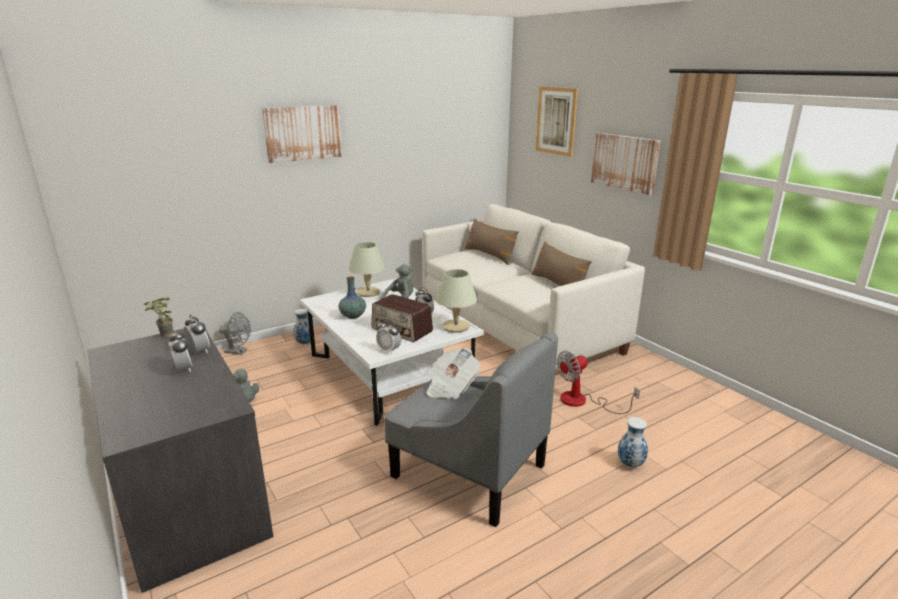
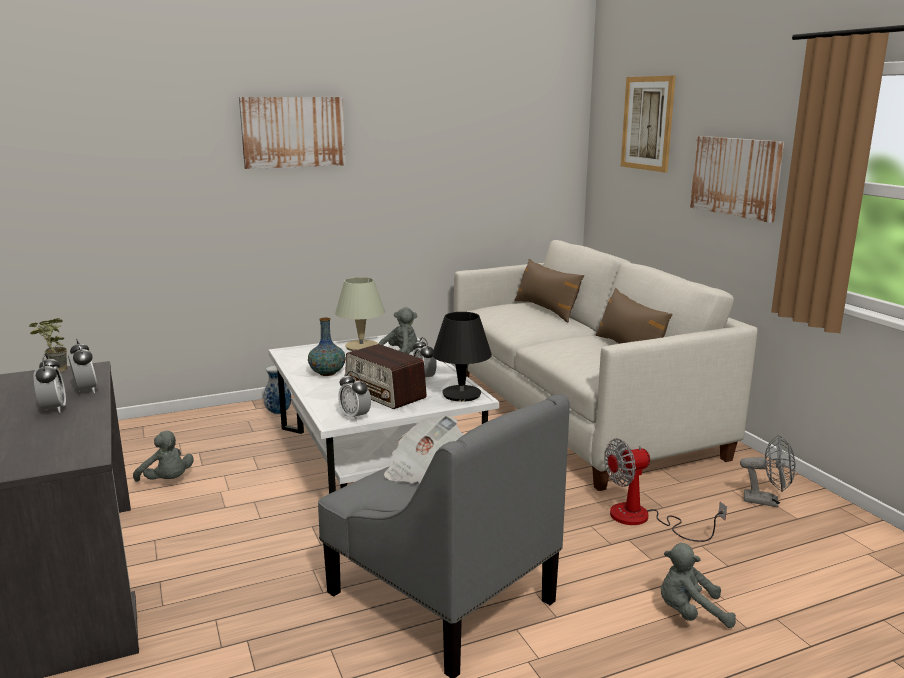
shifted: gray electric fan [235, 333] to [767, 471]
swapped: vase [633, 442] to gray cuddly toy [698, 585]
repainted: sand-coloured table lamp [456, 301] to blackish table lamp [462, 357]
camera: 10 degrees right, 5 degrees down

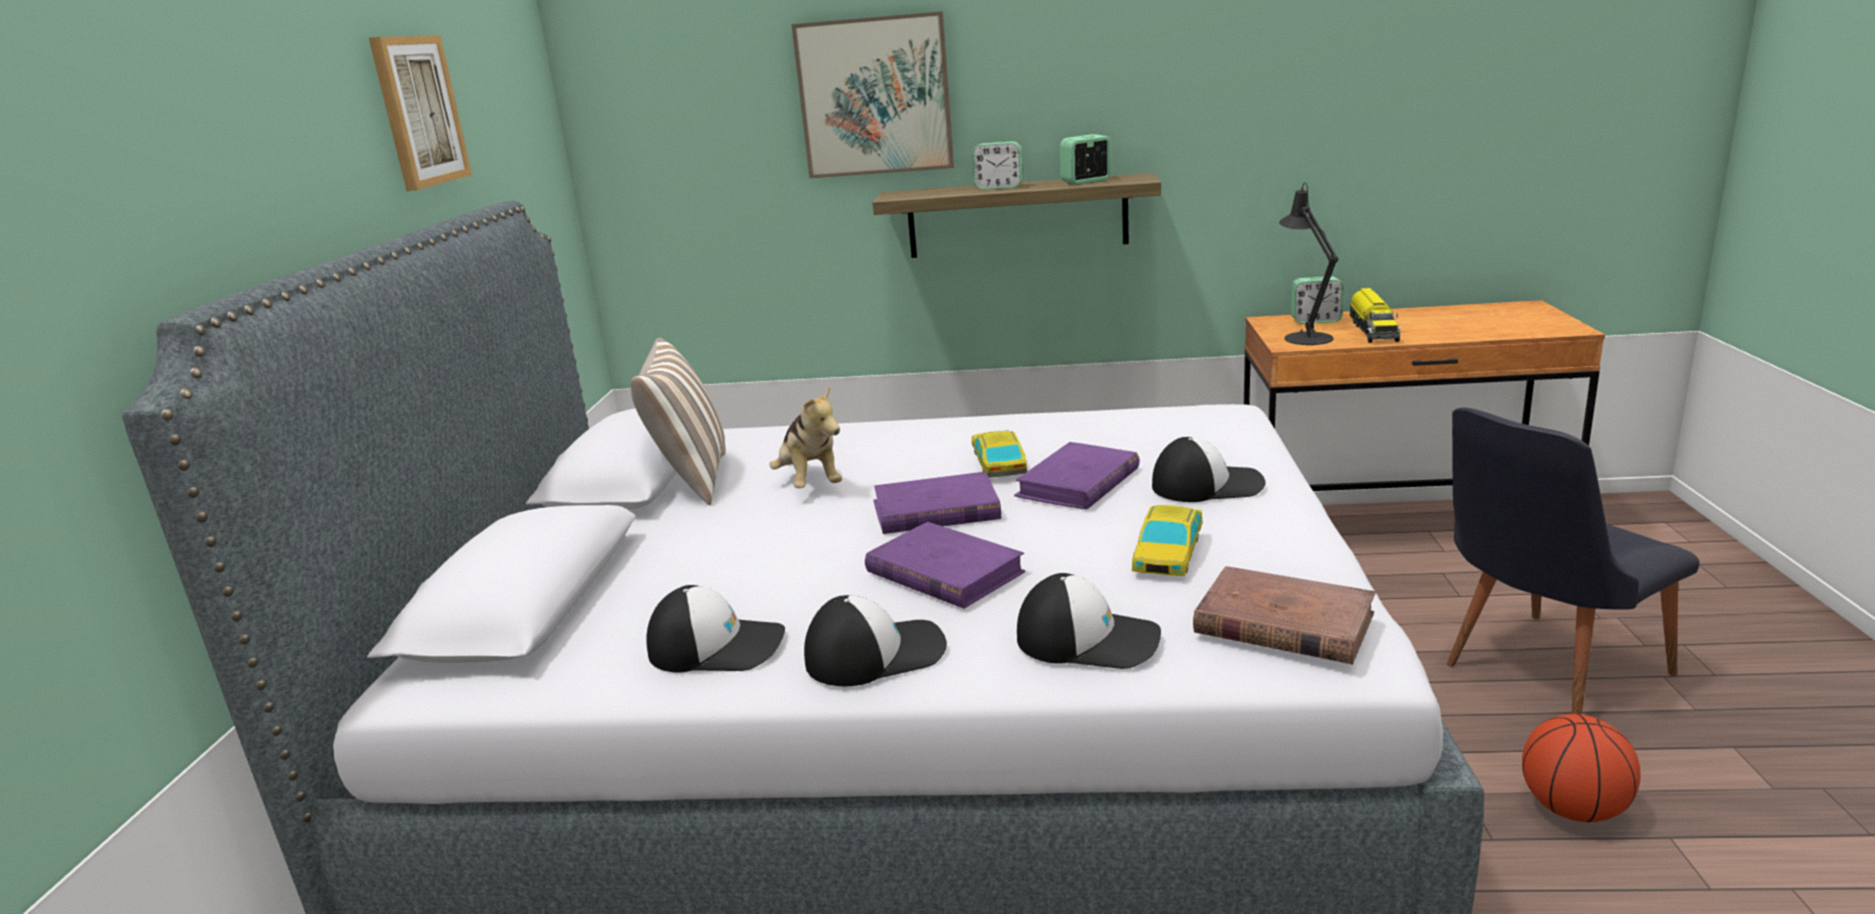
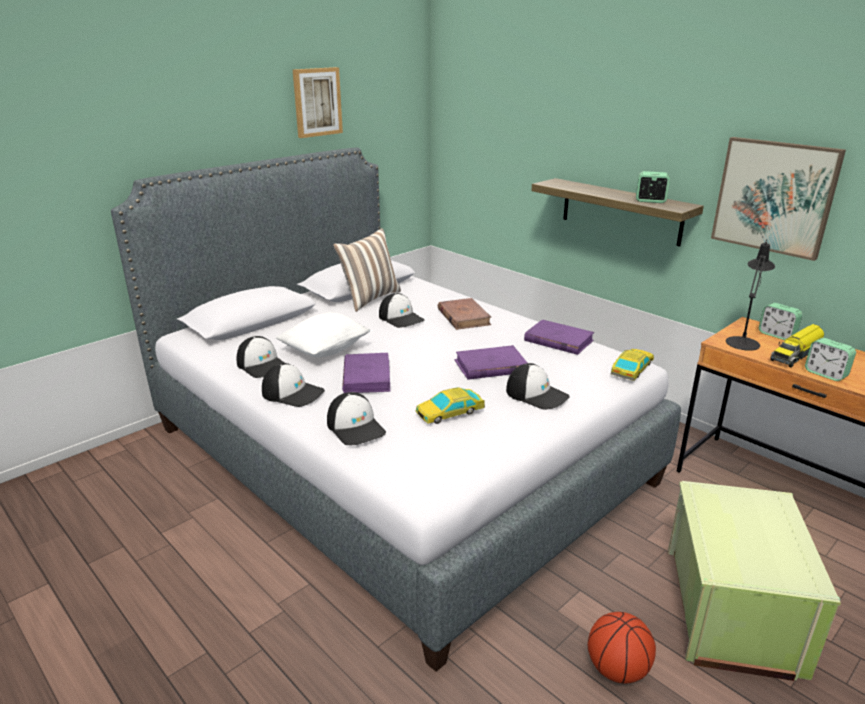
new: white cushion [323, 334]
shifted: picture [872, 94] to [778, 199]; purple bound book [937, 503] to [559, 337]; table clock [997, 165] to [830, 359]; miniature car [999, 454] to [632, 365]; brown bound book [1284, 615] to [465, 314]
swapped: cuddly toy [806, 437] to cap [402, 310]; blackish upright chair [1573, 561] to green-coloured storage container [754, 581]
camera: 40 degrees right, 5 degrees up

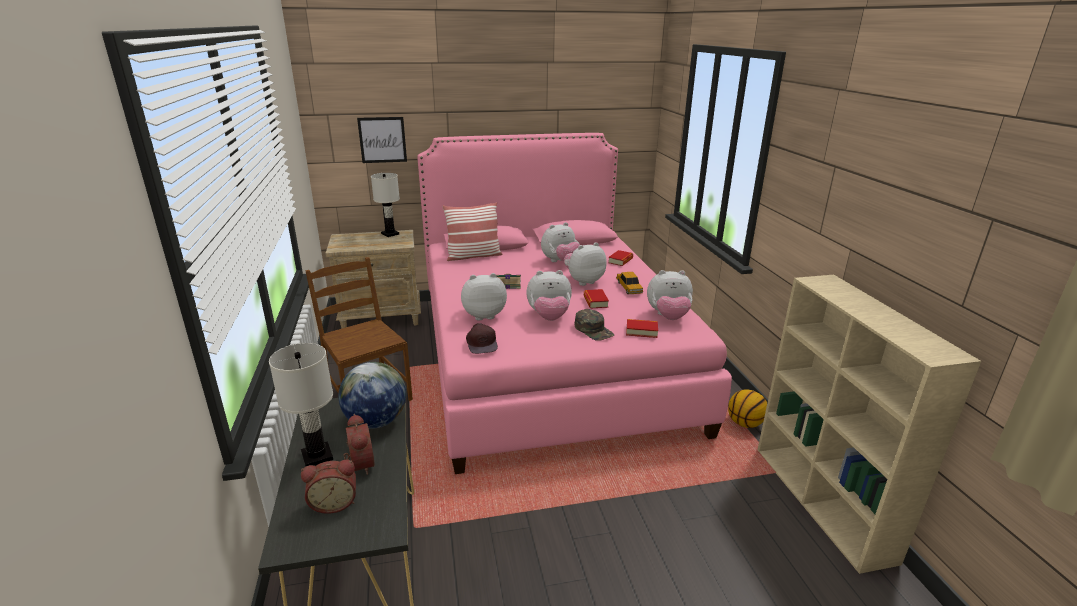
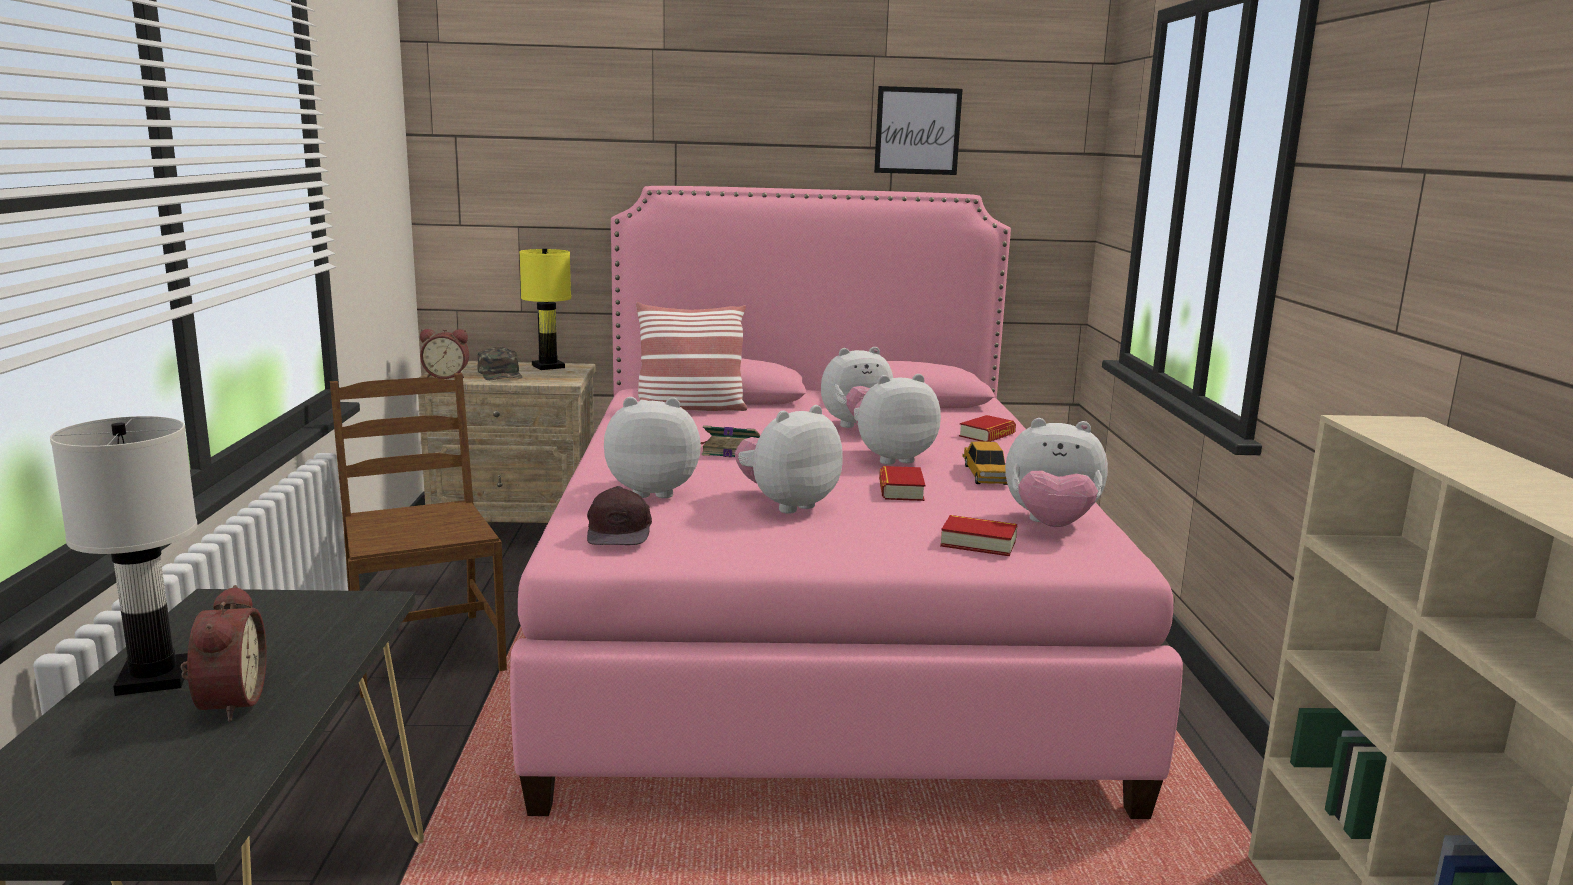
gone: world globe [372, 395]; basketball [747, 409]
shifted: table clock [328, 487] to [444, 354]; picture [382, 140] to [918, 130]; green-coloured cap [594, 325] to [500, 363]
repainted: white table lamp [385, 205] to yellow table lamp [545, 309]
rotated: cuddly toy [549, 295] = [789, 459] 135 degrees clockwise
camera: 10 degrees right, 10 degrees down

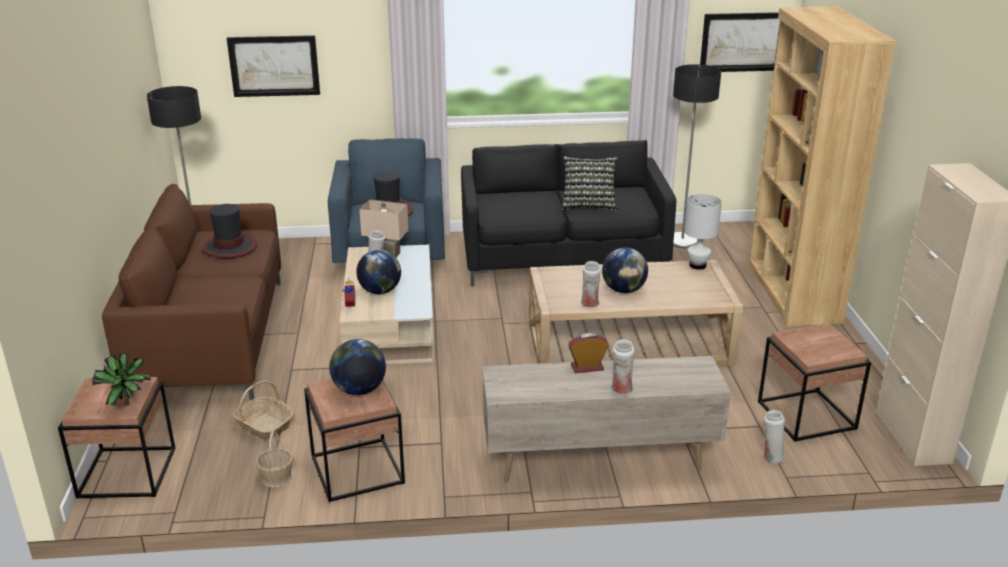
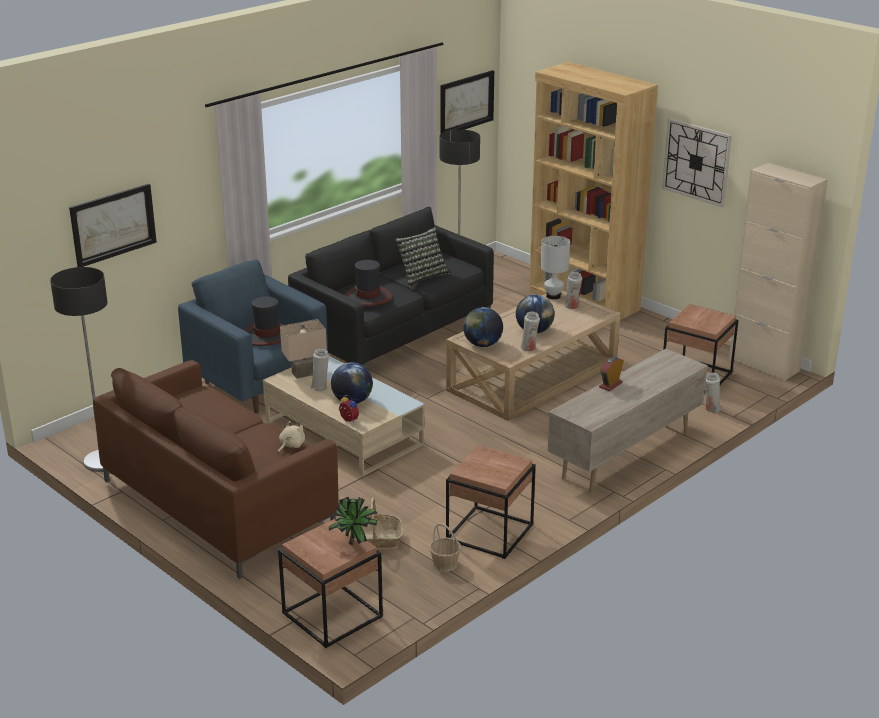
new: sand-coloured cuddly toy [291, 437]; hanging clock [697, 162]
shifted: hat [229, 231] to [368, 283]; world globe [357, 367] to [483, 327]; white vase [623, 366] to [573, 290]
camera: 40 degrees left, 0 degrees up

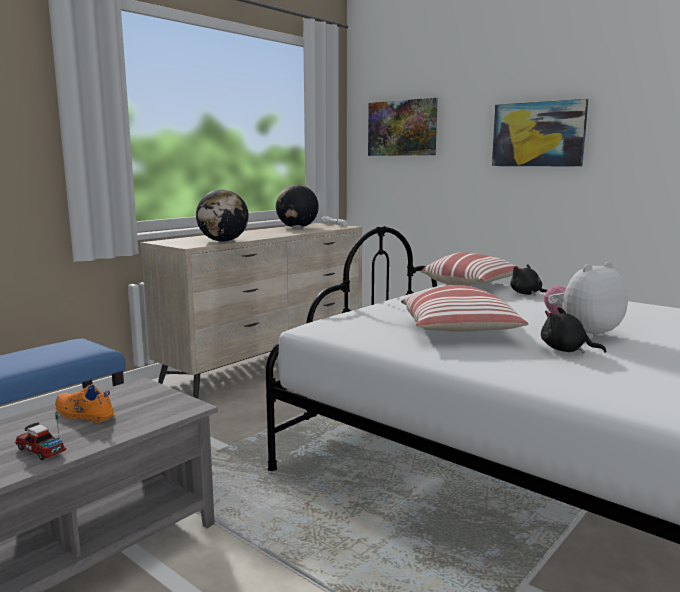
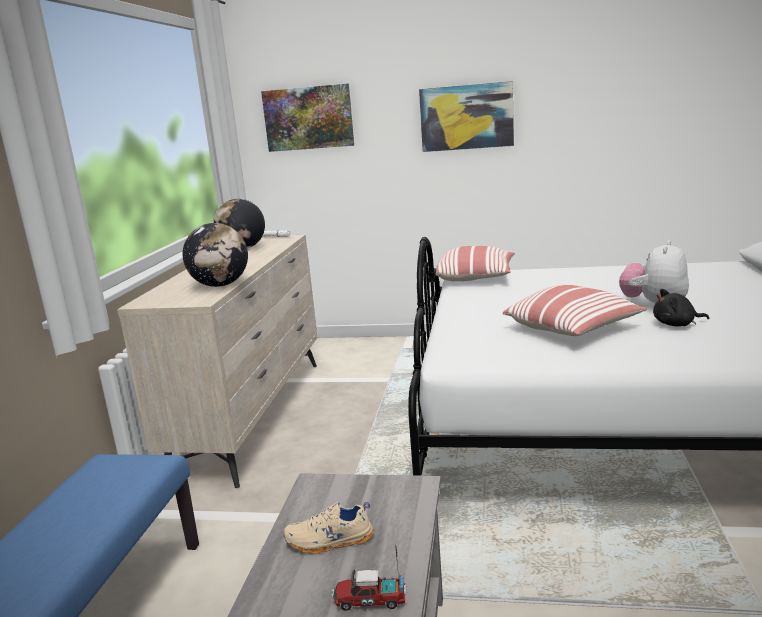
gone: blackish cuddly toy [528, 280]
repainted: orange low shoe [85, 403] to sand-coloured low shoe [328, 528]
camera: 30 degrees left, 5 degrees up

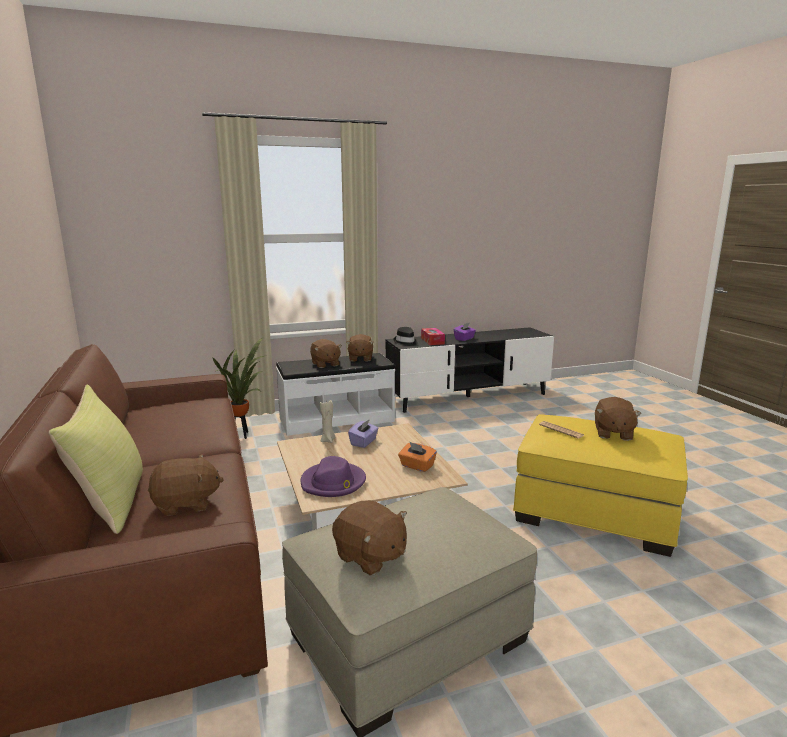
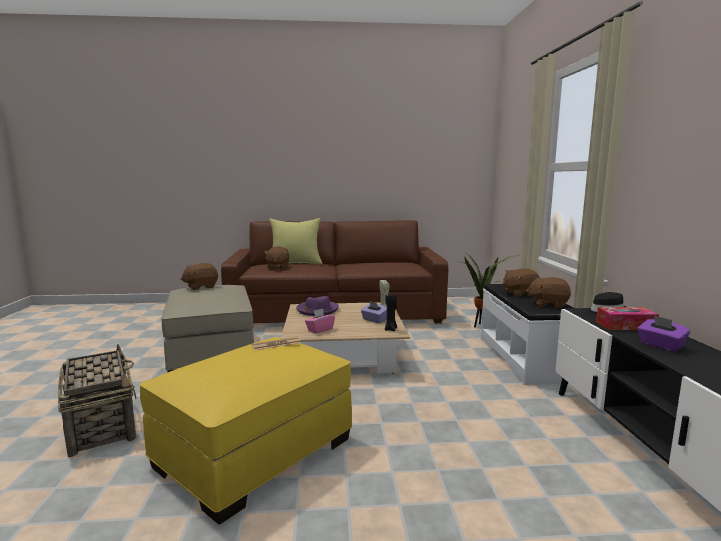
gone: brown cuddly toy [618, 419]
new: basket [97, 400]; blackish wax candle [391, 312]
repainted: orange tissue box [417, 457] to pink-coloured tissue box [320, 321]
camera: 105 degrees right, 5 degrees down

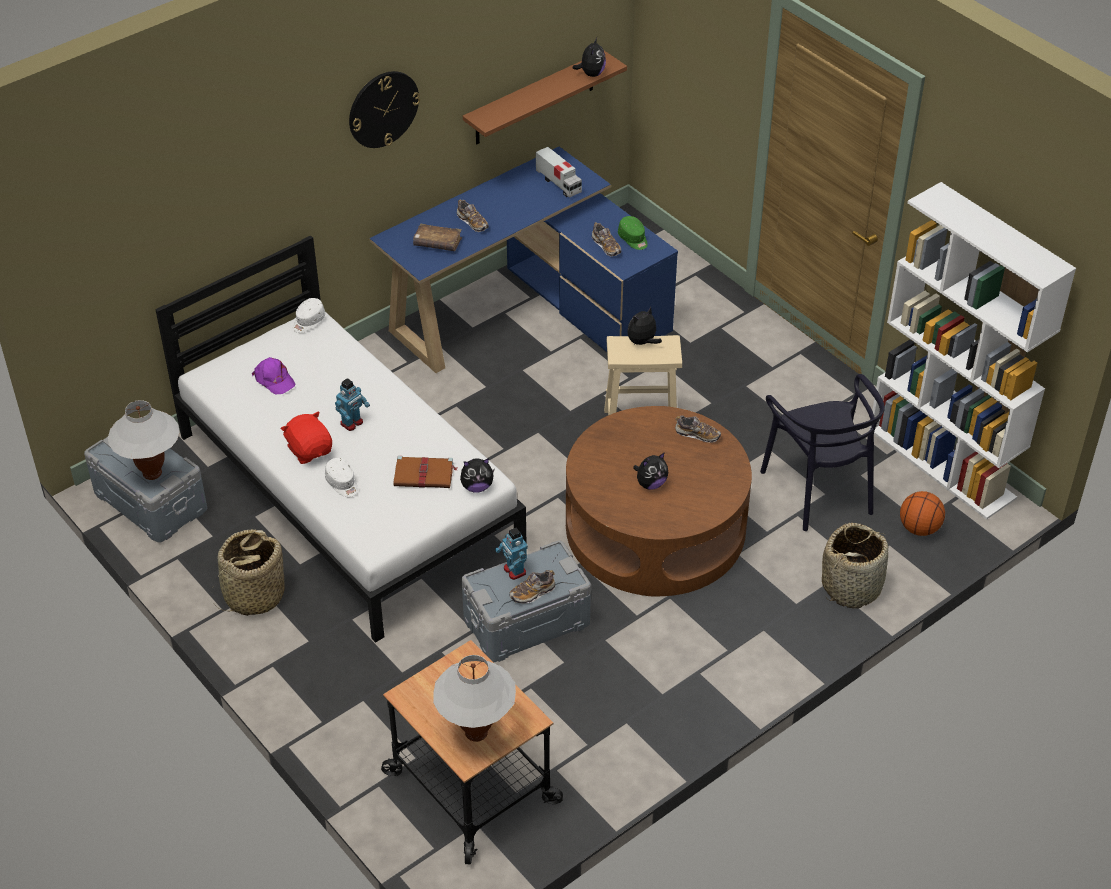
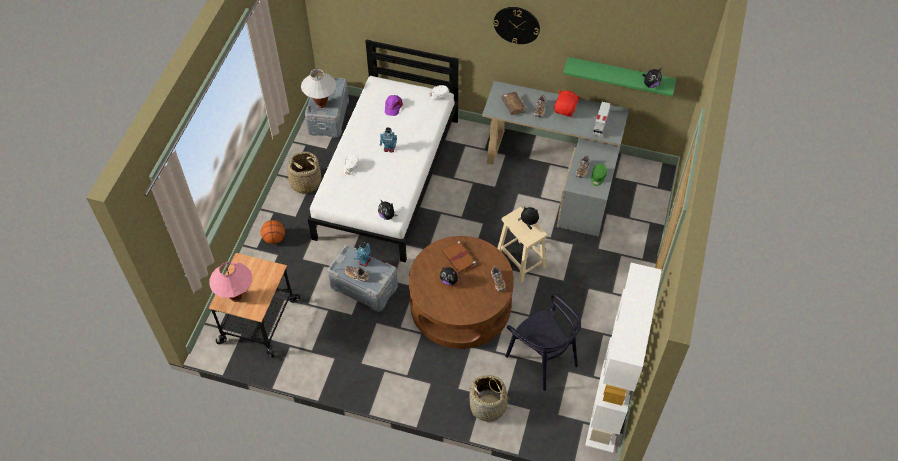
shifted: reddish cuddly toy [306, 437] to [567, 103]; brown bound book [425, 472] to [459, 257]; basketball [922, 513] to [273, 232]
repainted: bluish desk unit [523, 260] to gray desk unit [555, 159]; white table lamp [474, 698] to pink-coloured table lamp [230, 282]; brown wall shelf [545, 97] to green-coloured wall shelf [619, 77]
rotated: blackish upright chair [822, 452] = [543, 342] 75 degrees counterclockwise
camera: 55 degrees right, 10 degrees up

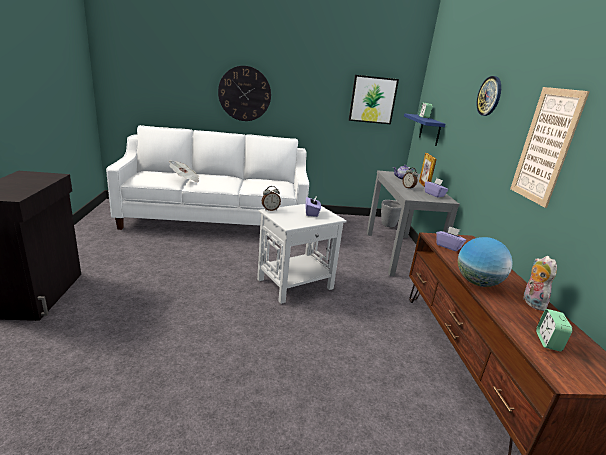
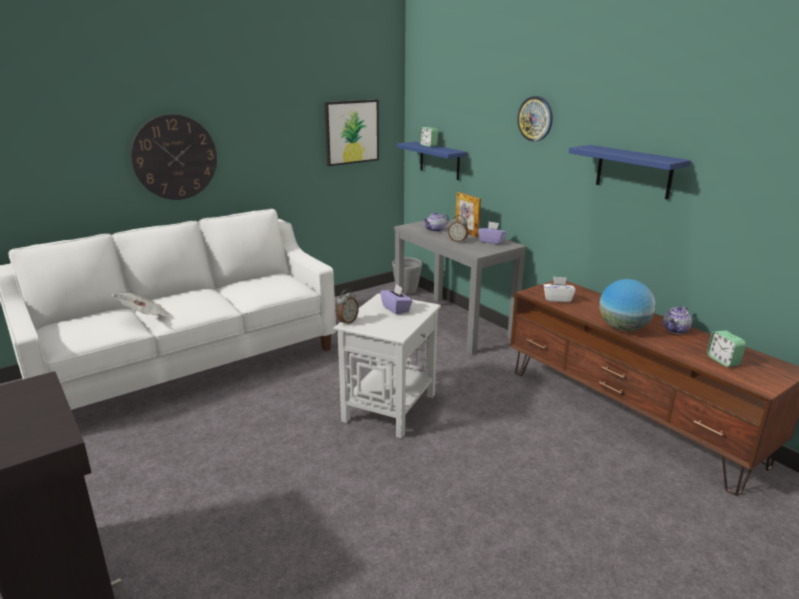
swapped: picture [550, 147] to bluish wall shelf [630, 172]; cuddly toy [540, 283] to teapot [677, 320]
repainted: purple tissue box [451, 239] to white tissue box [559, 289]
camera: 30 degrees left, 0 degrees up

